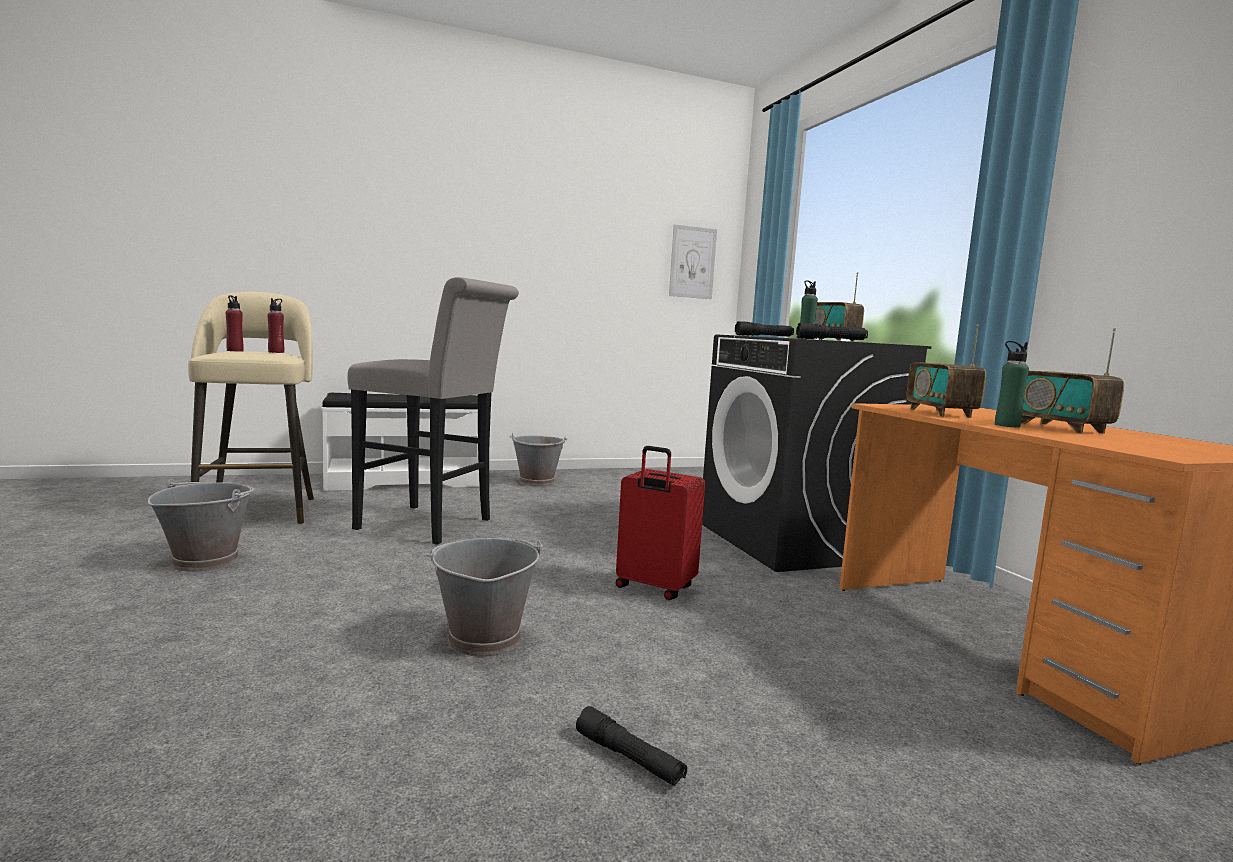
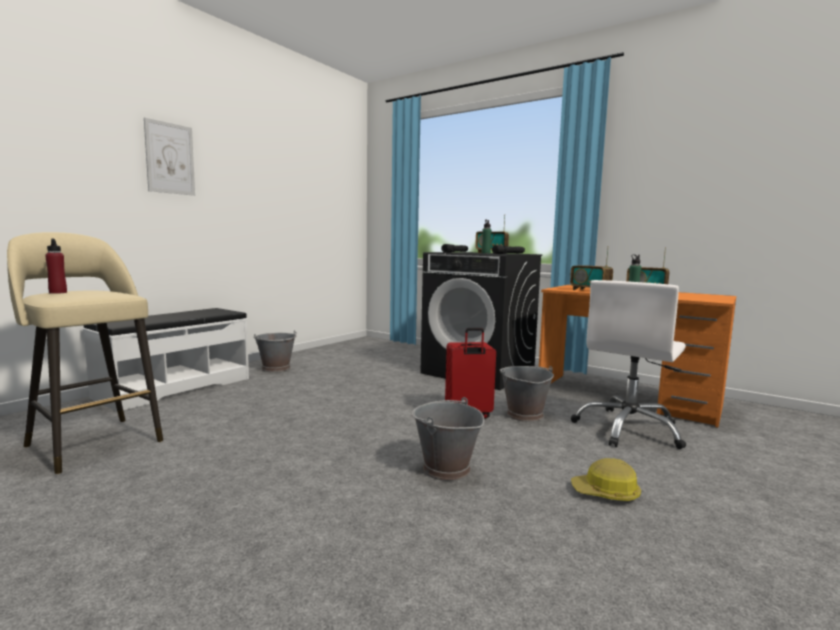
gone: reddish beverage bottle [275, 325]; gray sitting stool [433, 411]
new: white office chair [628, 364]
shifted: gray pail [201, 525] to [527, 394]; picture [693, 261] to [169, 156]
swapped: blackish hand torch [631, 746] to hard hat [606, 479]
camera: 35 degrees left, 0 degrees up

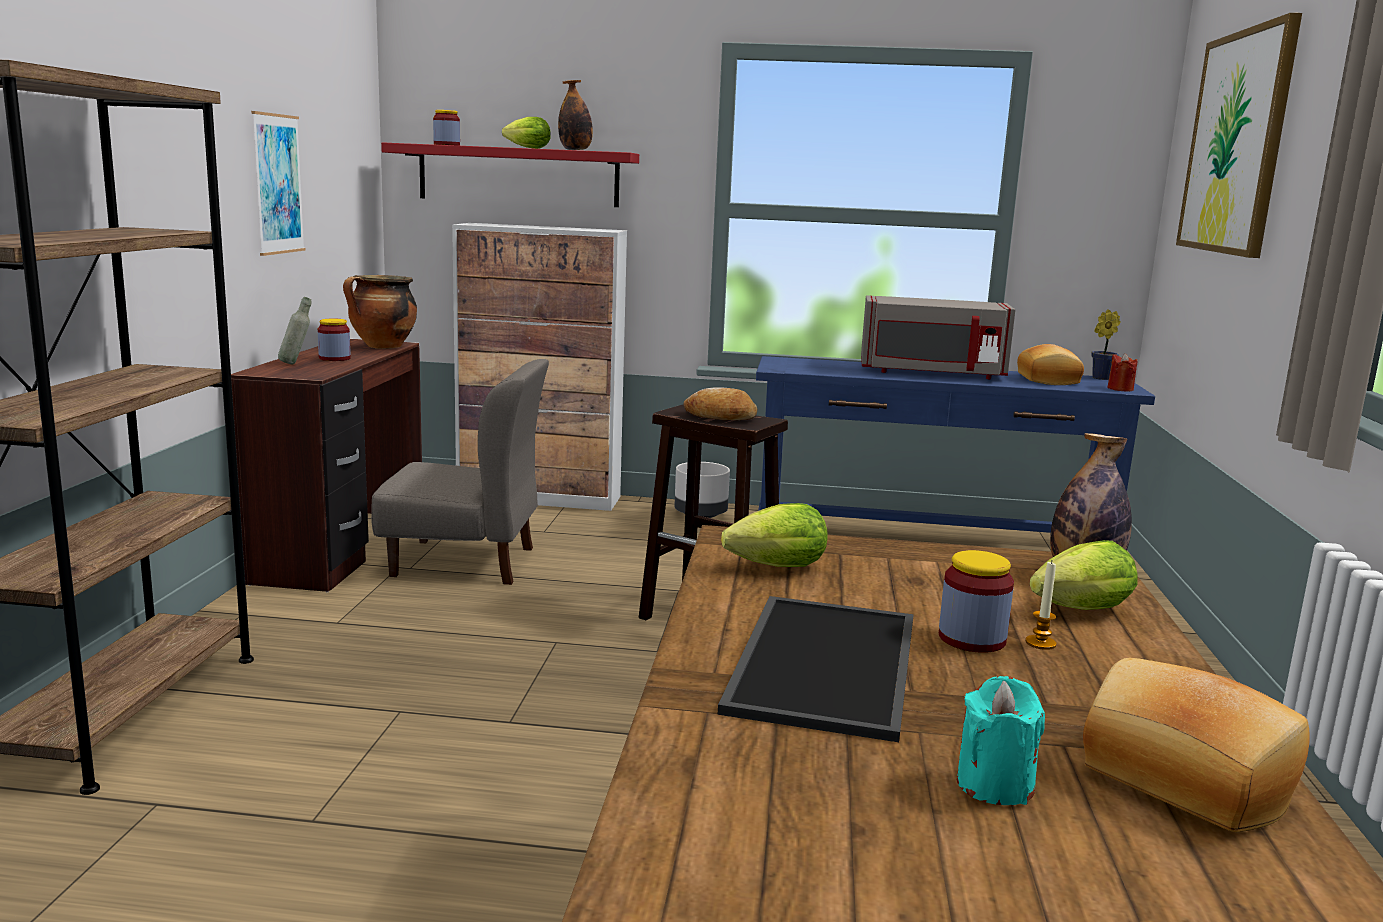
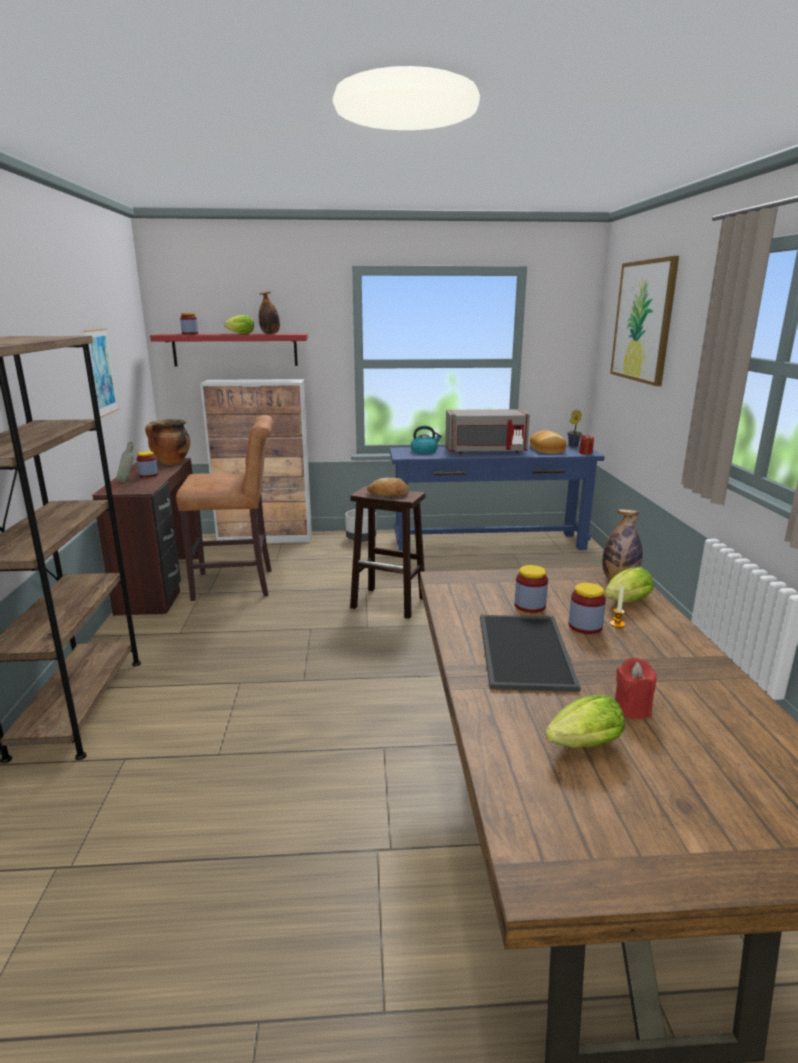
gone: baked bread [1196, 745]
new: kettle [426, 439]; jar [531, 589]
shifted: head of lettuce [774, 535] to [585, 720]
swapped: gray upright chair [460, 472] to brown sitting stool [224, 508]
repainted: turquoise-coloured wax candle [1001, 740] to reddish wax candle [636, 688]
camera: 10 degrees left, 5 degrees up

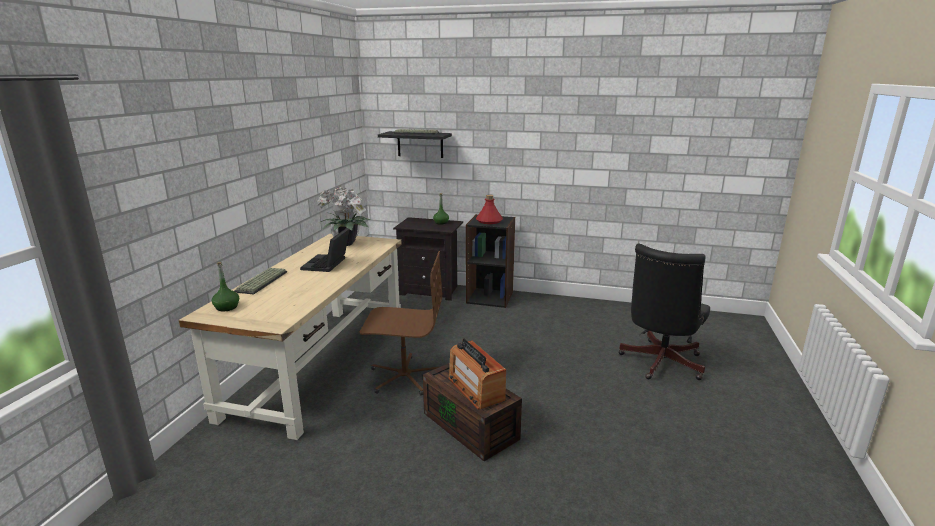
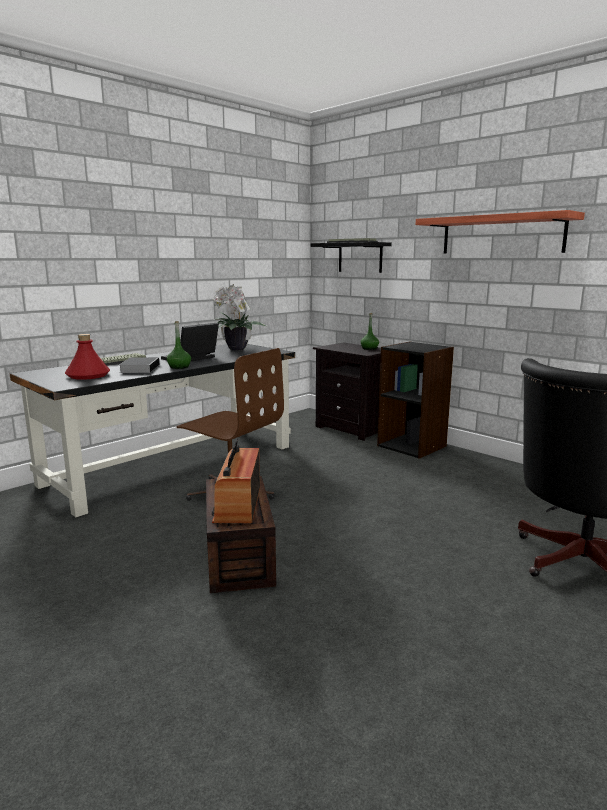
new: bound book [139, 365]; wall shelf [500, 232]
shifted: green-coloured beverage bottle [225, 287] to [179, 345]; reddish beverage bottle [489, 209] to [87, 357]
repainted: sand-coloured desk unit [290, 337] to blackish desk unit [152, 430]
camera: 30 degrees right, 5 degrees down

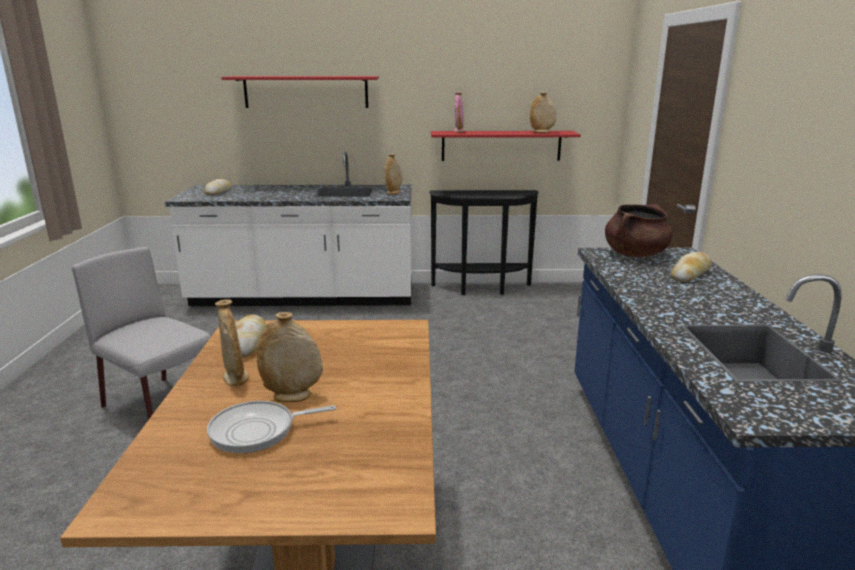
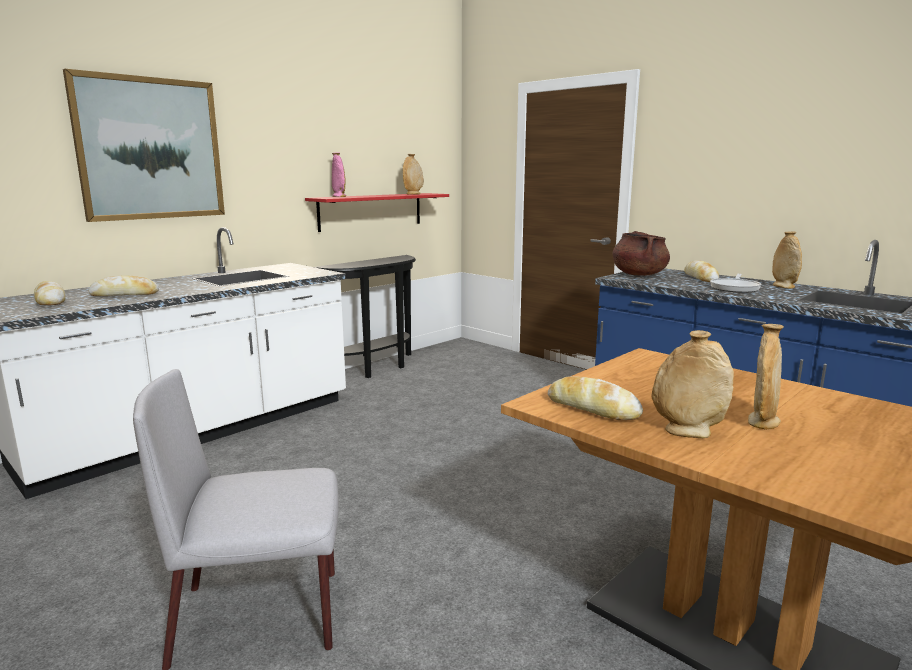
new: baked bread [124, 285]
shifted: skillet [271, 427] to [735, 283]; sand-coloured vase [394, 174] to [787, 259]
swapped: reddish wall shelf [300, 92] to picture [144, 145]
camera: 45 degrees left, 5 degrees down

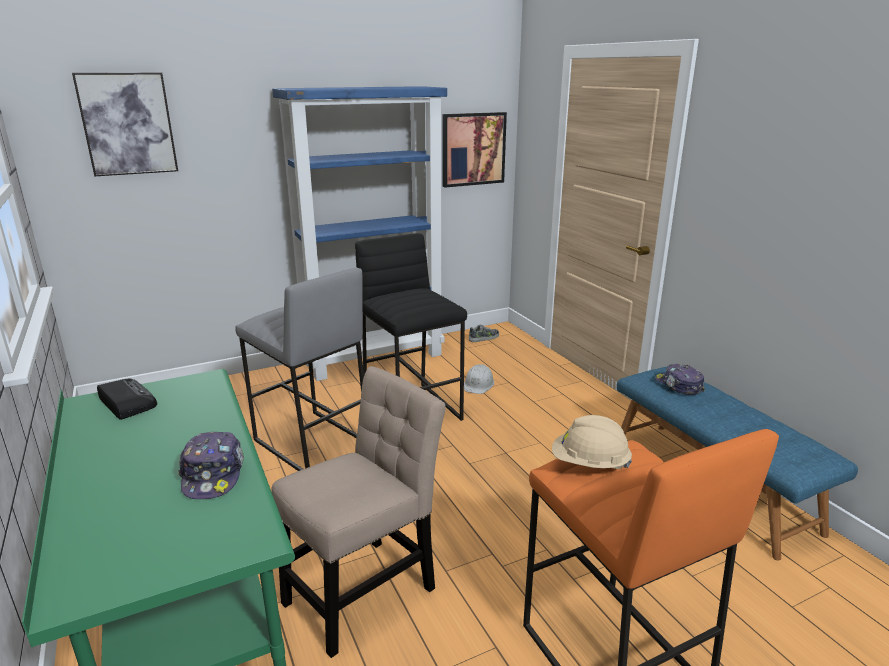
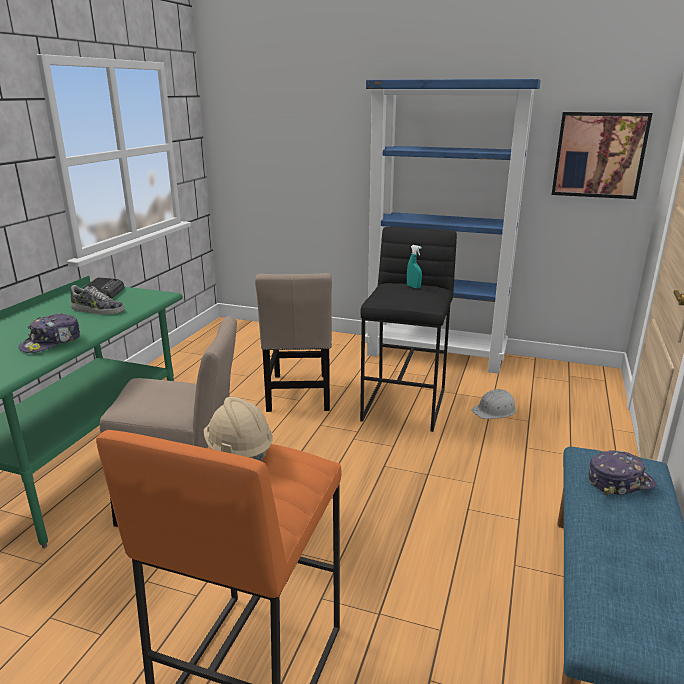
gone: picture [125, 124]
new: turquoise-coloured spray bottle [414, 266]
shifted: low shoe [484, 333] to [97, 300]
swapped: gray sitting stool [299, 369] to sand-coloured upright chair [293, 342]
rotated: cap [680, 379] = [622, 472] 60 degrees clockwise
camera: 45 degrees right, 0 degrees up

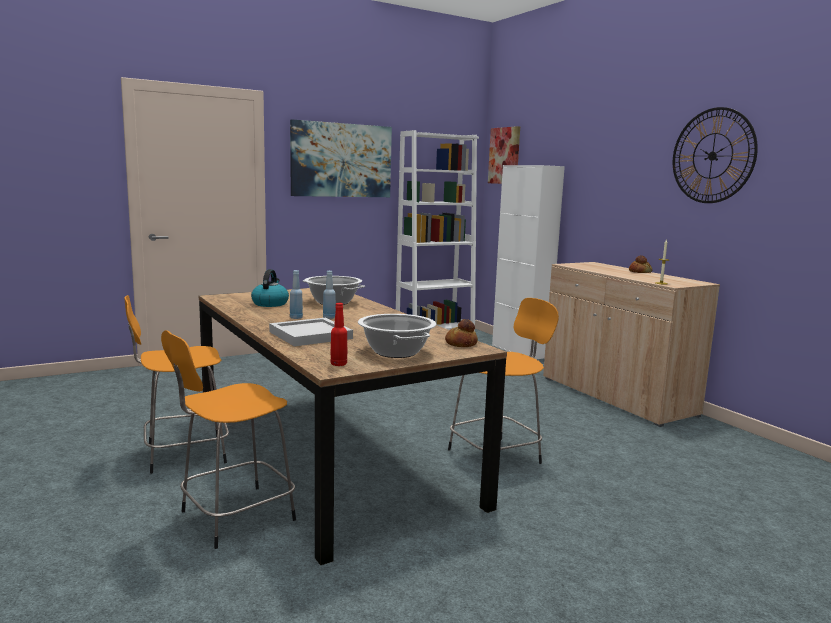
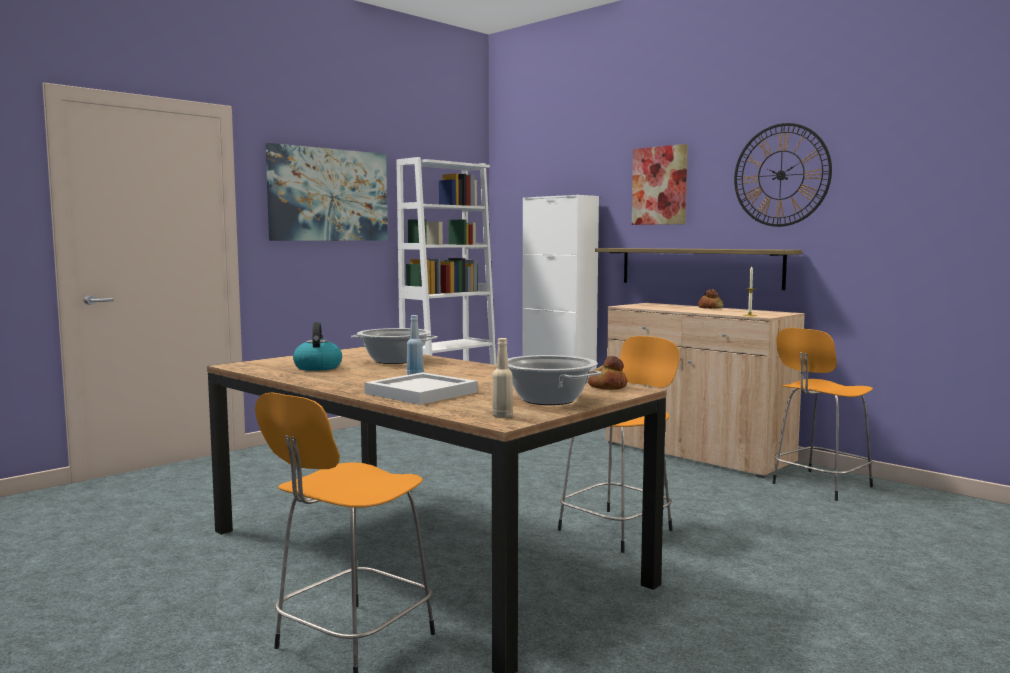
gone: bluish beverage bottle [296, 294]
new: wall shelf [698, 269]
shifted: orange sitting stool [176, 384] to [822, 414]; picture [504, 155] to [660, 184]
repainted: reddish beverage bottle [339, 334] to sand-coloured beverage bottle [502, 378]
camera: 15 degrees left, 5 degrees down

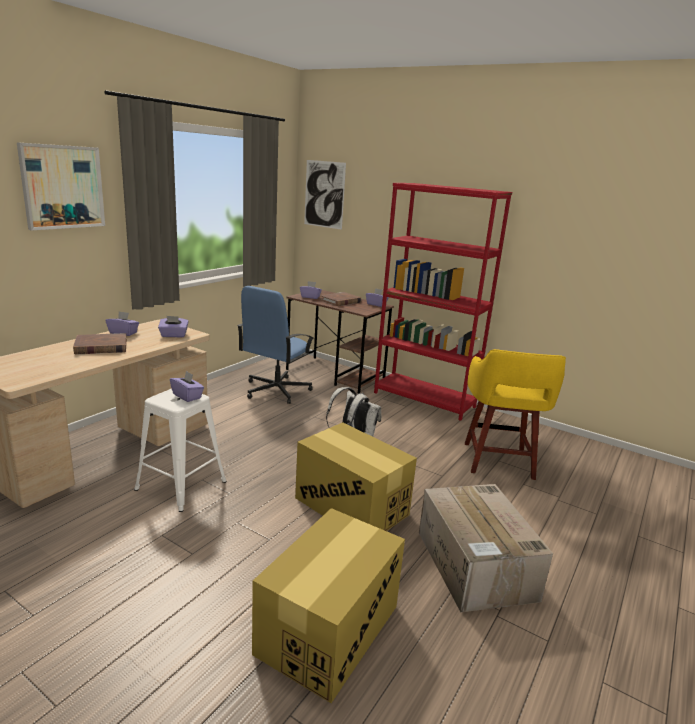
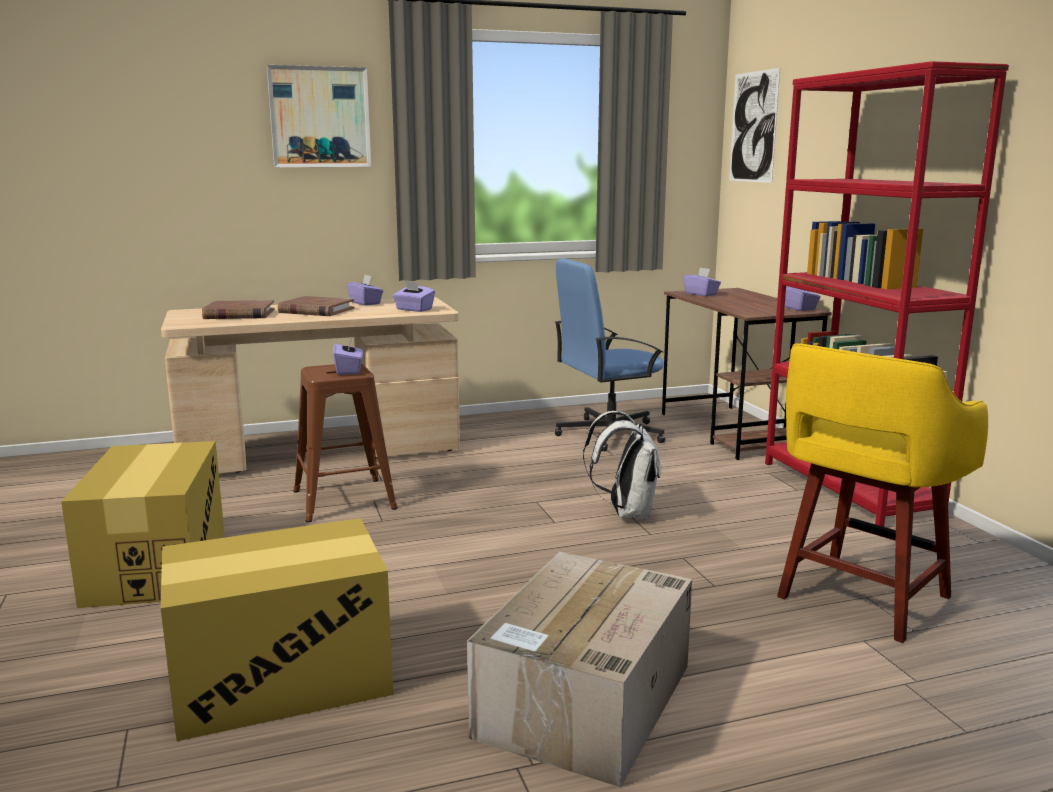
shifted: packing box [356, 476] to [142, 524]; brown bound book [341, 299] to [238, 309]
repainted: white sitting stool [180, 450] to brown sitting stool [345, 443]
camera: 40 degrees right, 5 degrees down

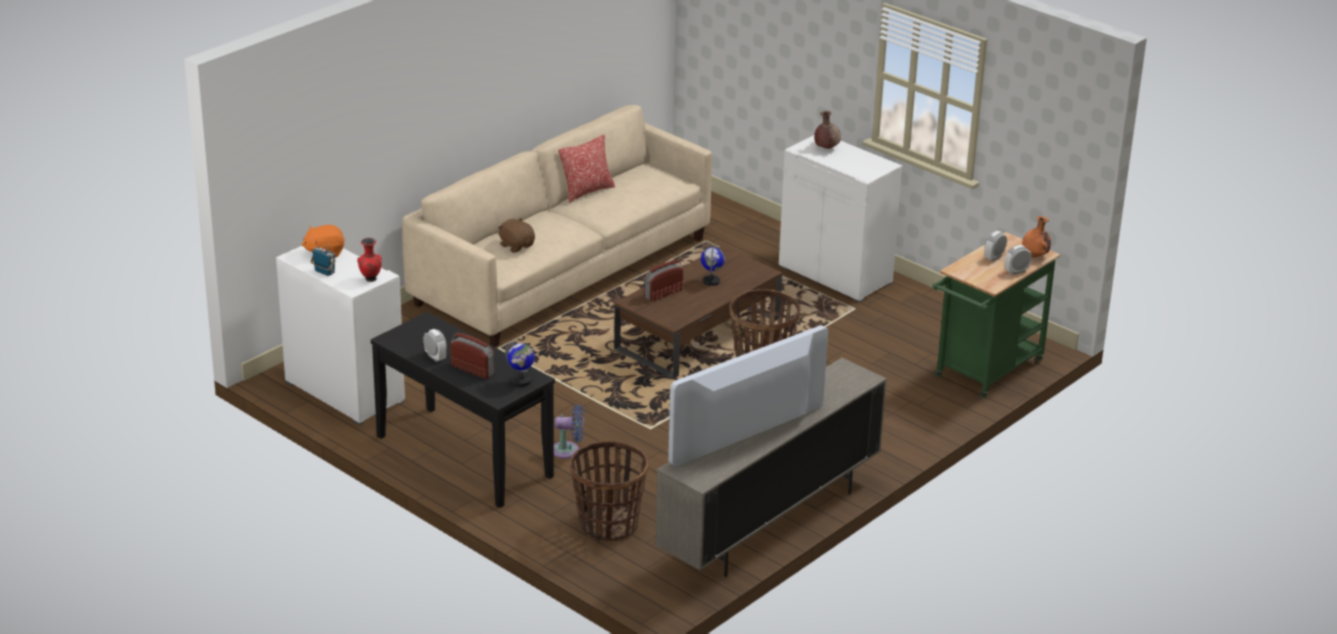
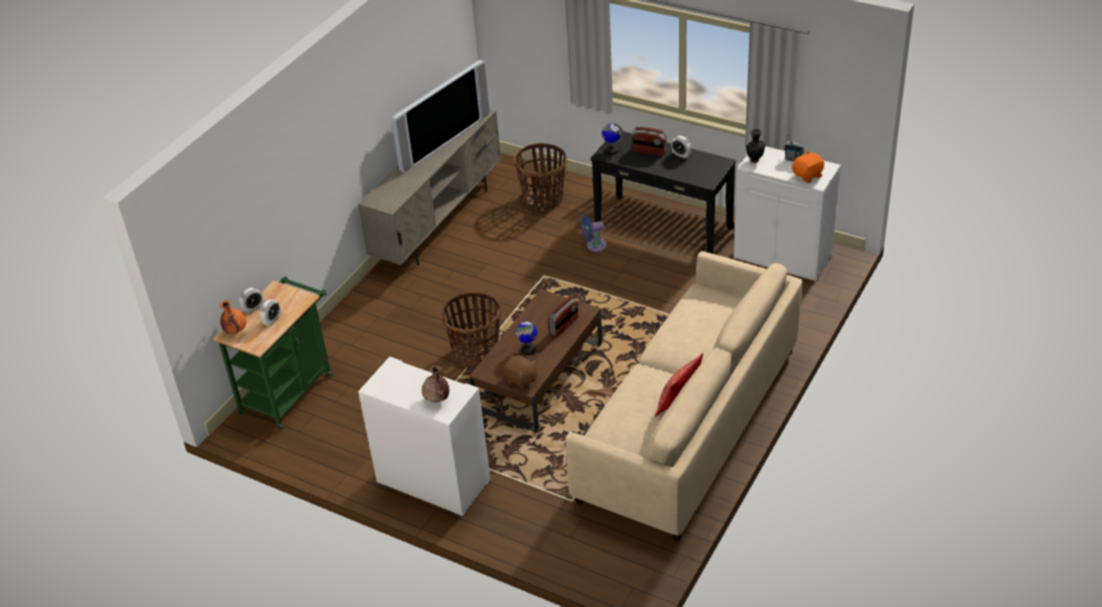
shifted: brown cuddly toy [516, 235] to [520, 372]
repainted: reddish vase [369, 260] to blackish vase [755, 146]
camera: 170 degrees right, 10 degrees up

